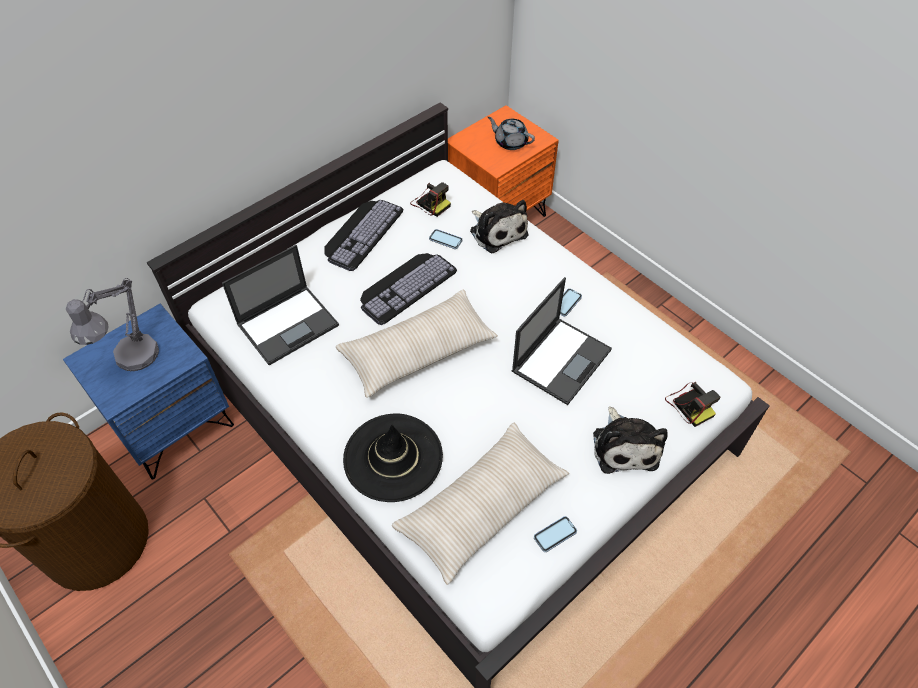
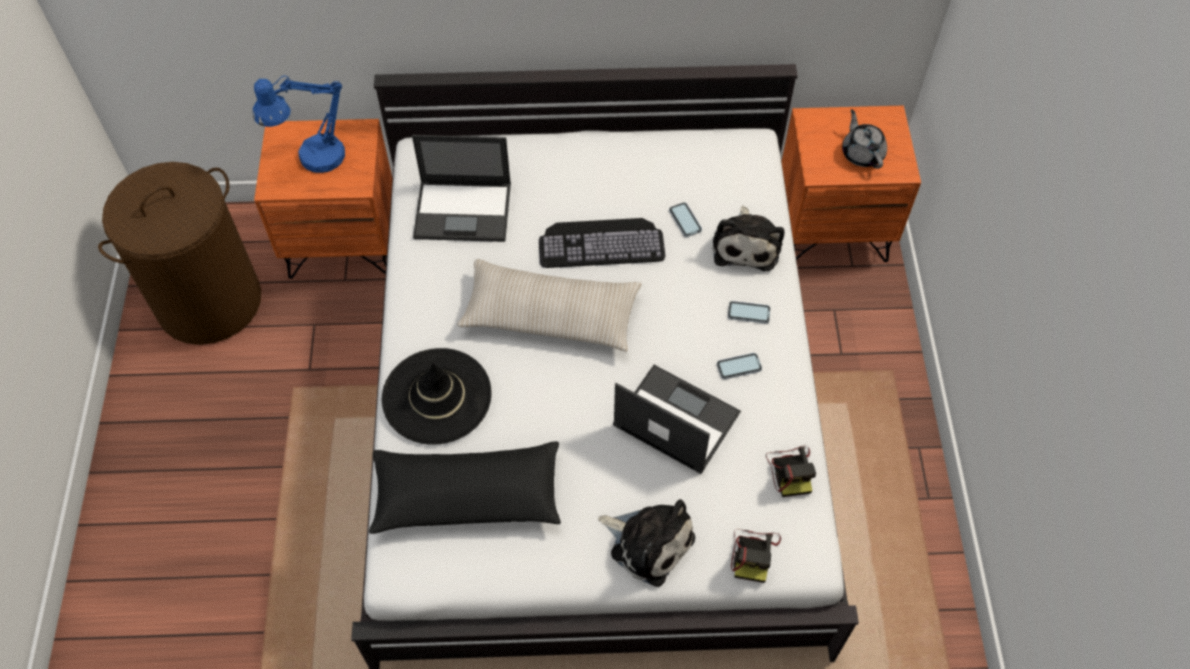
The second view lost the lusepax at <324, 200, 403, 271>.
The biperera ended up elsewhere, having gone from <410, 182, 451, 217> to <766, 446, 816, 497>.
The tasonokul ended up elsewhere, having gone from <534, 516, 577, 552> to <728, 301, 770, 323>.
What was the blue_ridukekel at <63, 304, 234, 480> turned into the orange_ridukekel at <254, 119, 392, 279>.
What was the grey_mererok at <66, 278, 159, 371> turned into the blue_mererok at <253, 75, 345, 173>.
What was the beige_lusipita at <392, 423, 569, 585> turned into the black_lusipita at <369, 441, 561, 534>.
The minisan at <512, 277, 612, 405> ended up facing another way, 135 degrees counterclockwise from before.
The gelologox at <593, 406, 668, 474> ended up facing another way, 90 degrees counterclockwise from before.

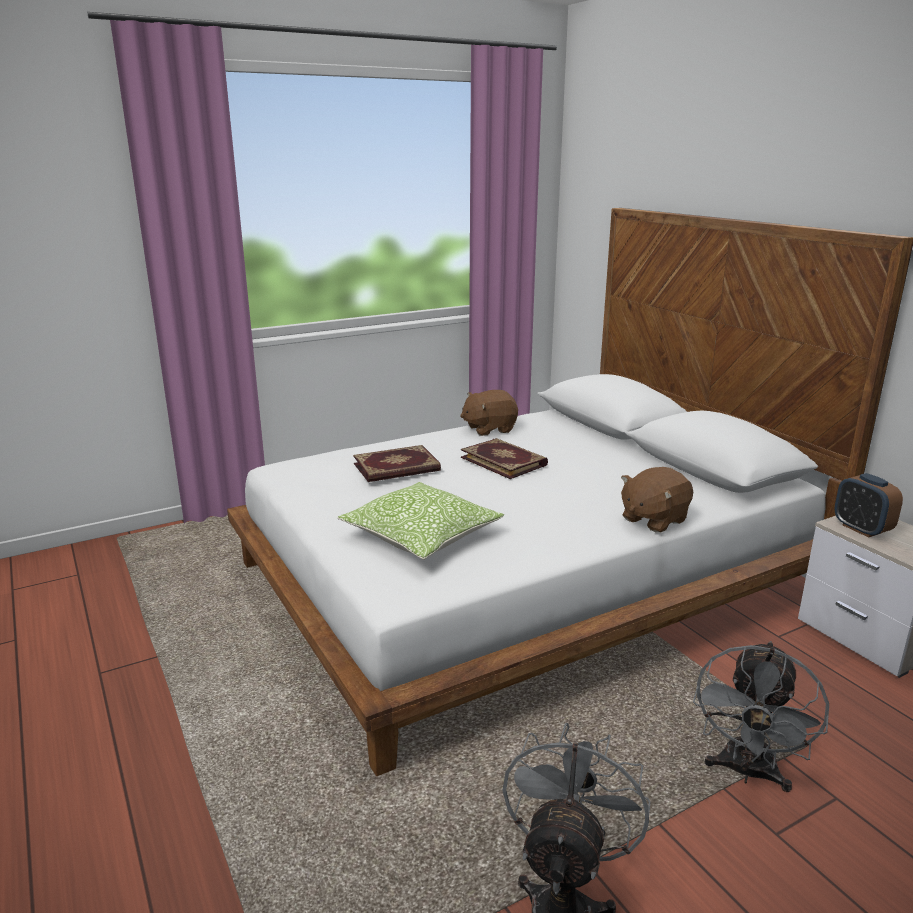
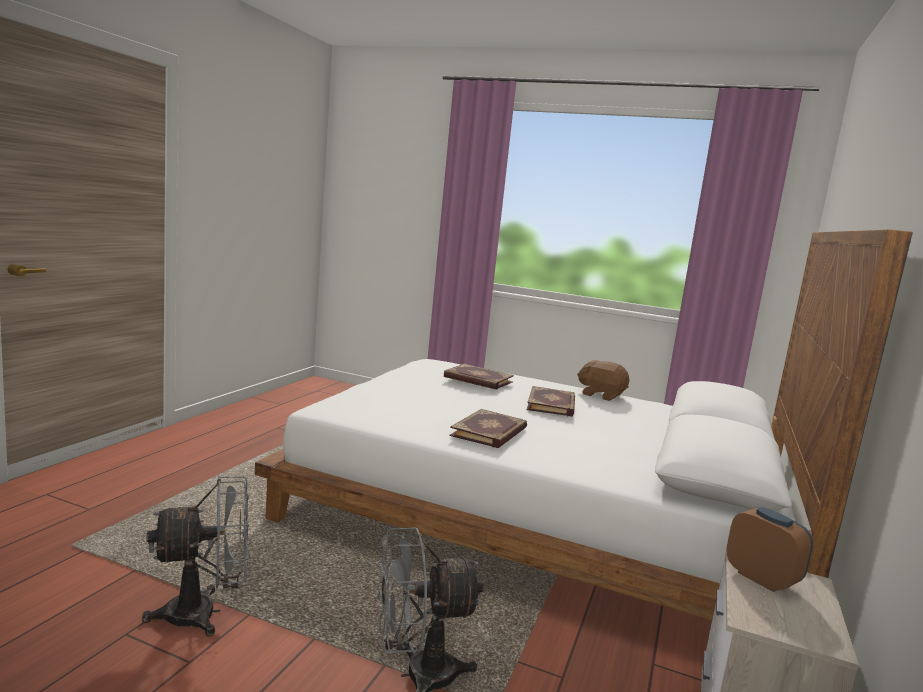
The second view lost the lusipita at <337, 482, 504, 560>.
The second view lost the brown_gelologox at <621, 467, 693, 533>.
The second view gained the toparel at <450, 409, 527, 448>.
The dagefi at <834, 473, 903, 537> ended up facing another way, 120 degrees clockwise from before.

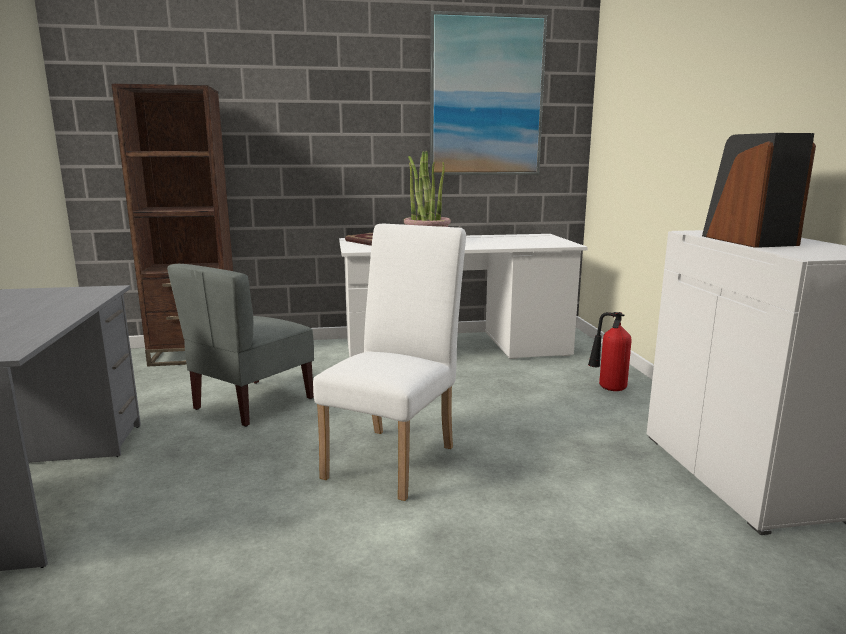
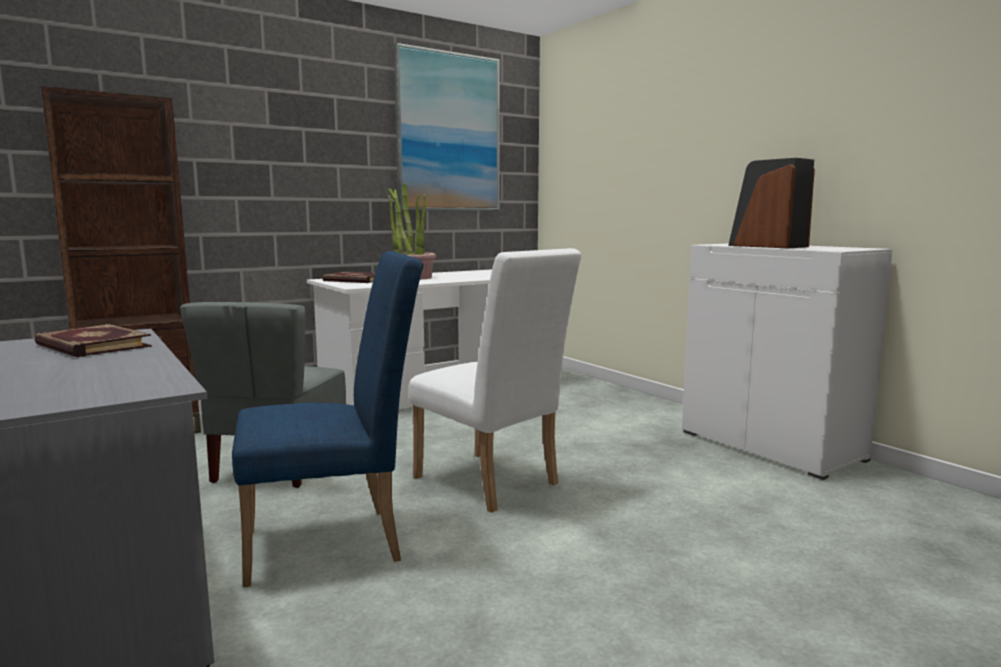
The second view lost the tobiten at <588, 312, 631, 391>.
The second view gained the toparel at <35, 324, 152, 357>.
The second view gained the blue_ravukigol at <232, 251, 423, 587>.
The white_ravukigol at <313, 224, 466, 501> ended up facing another way, 135 degrees clockwise from before.

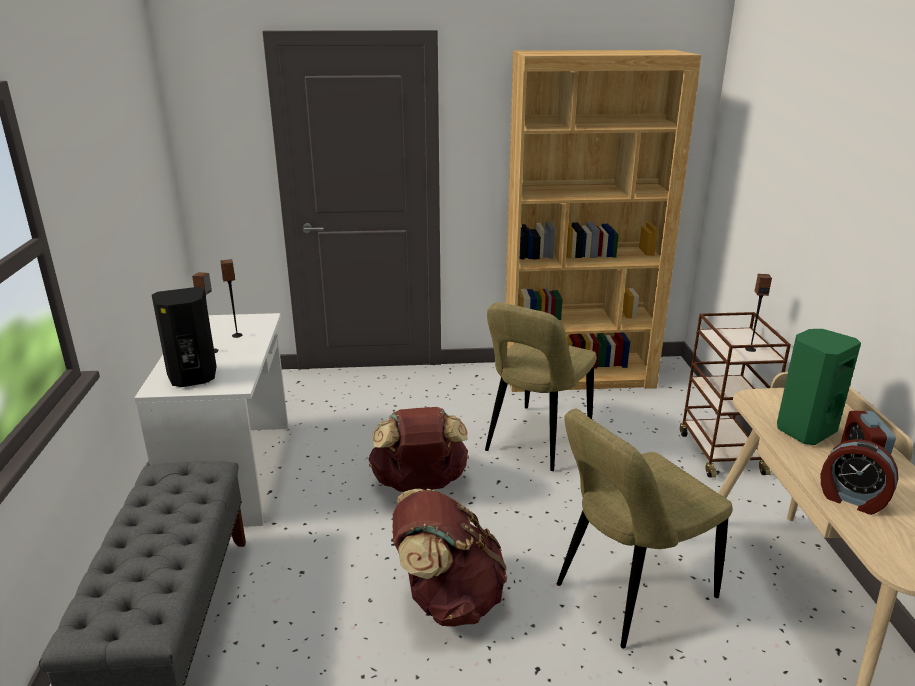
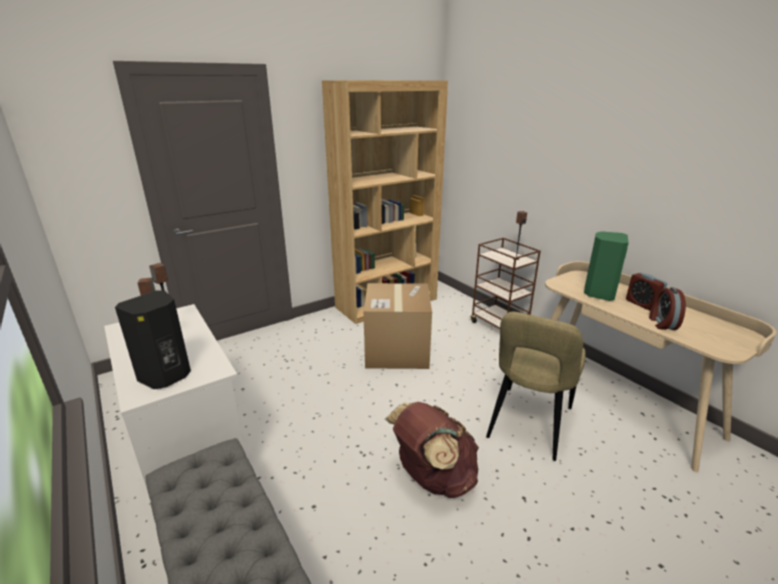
The second view lost the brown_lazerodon at <368, 407, 469, 492>.
Where the beige_ravukigol stood at <485, 302, 597, 471>, the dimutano came to stand at <363, 283, 432, 369>.
The dagefi at <821, 439, 898, 515> ended up facing another way, 90 degrees clockwise from before.

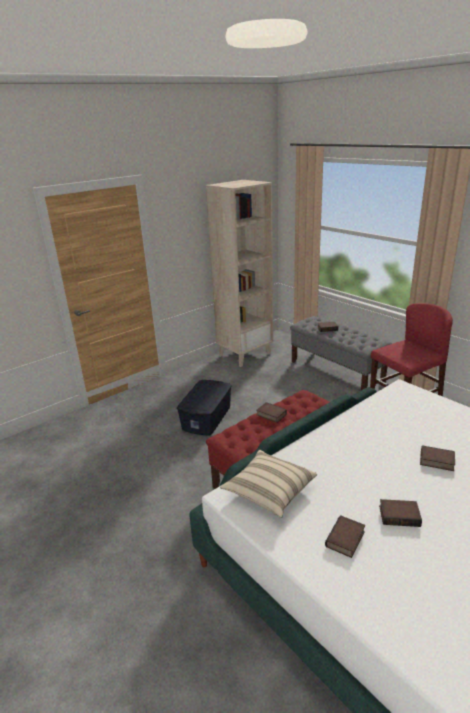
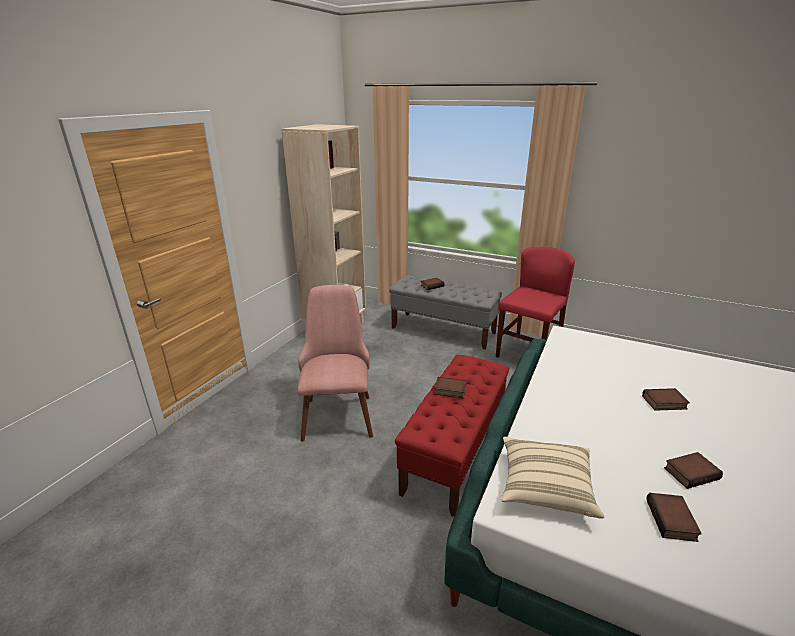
Where the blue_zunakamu stood at <177, 380, 232, 435>, the pink_ravukigol came to stand at <297, 285, 373, 442>.

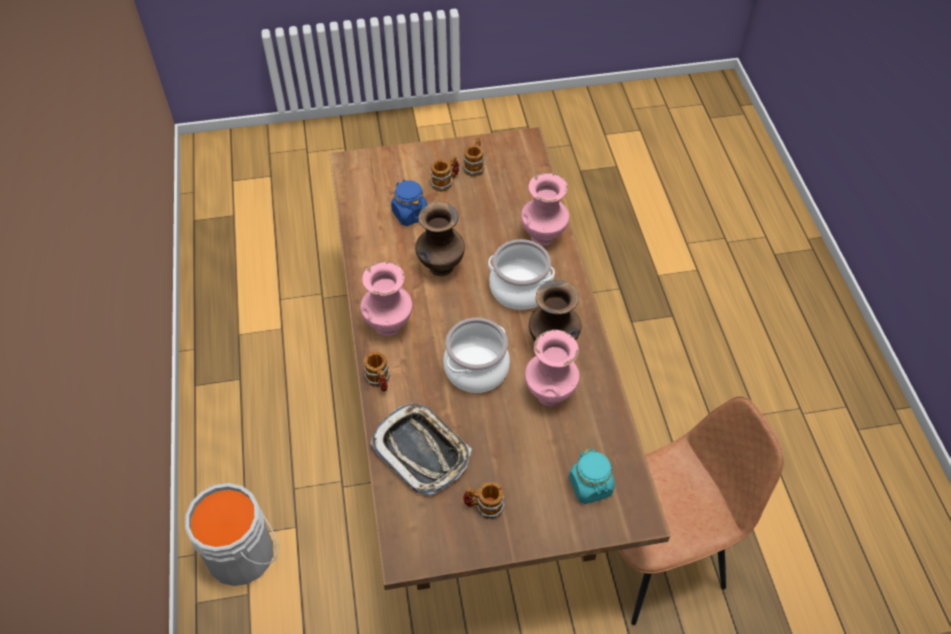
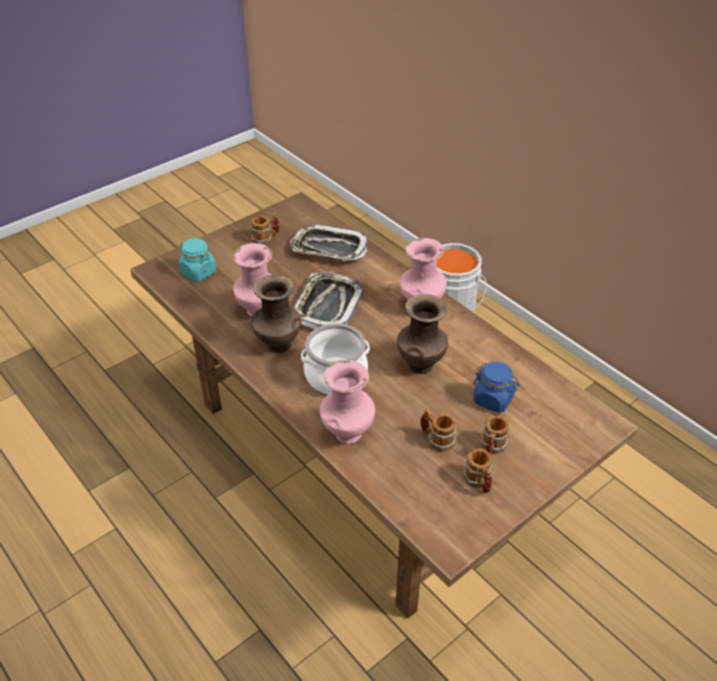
The second view lost the brown_ravukigol at <618, 396, 784, 625>.
The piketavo ended up elsewhere, having gone from <363, 351, 390, 392> to <420, 408, 456, 452>.
Where the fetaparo stood at <443, 318, 510, 393>, the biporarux came to stand at <293, 272, 363, 329>.

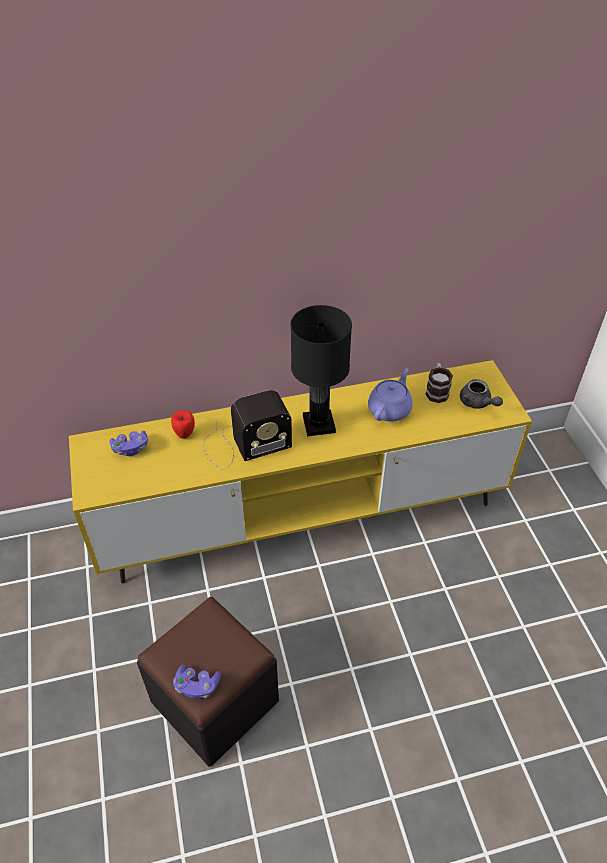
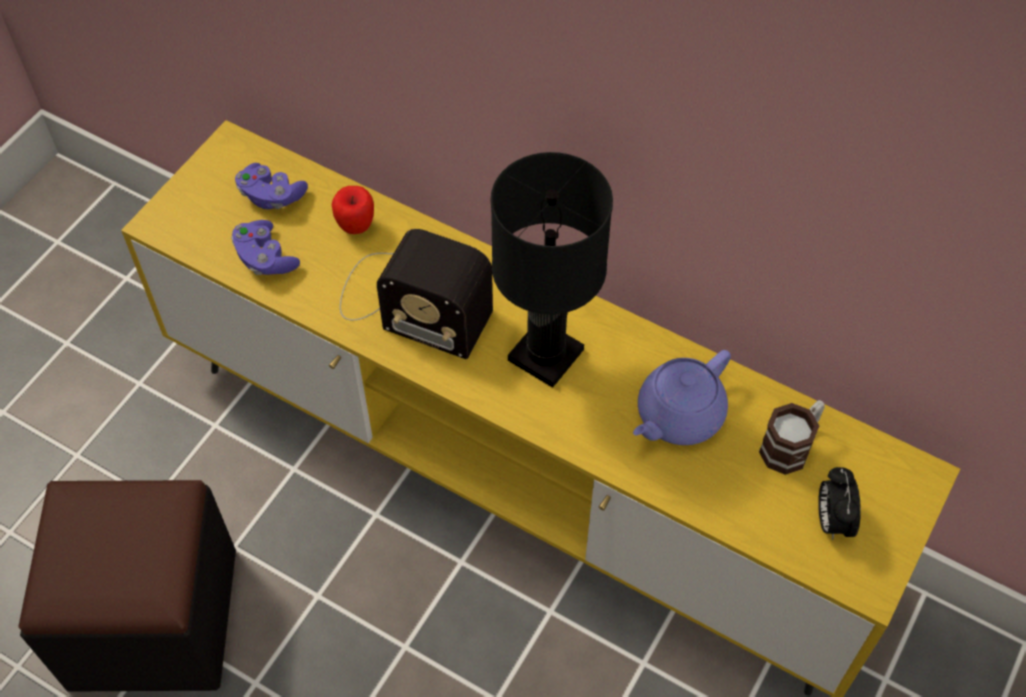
The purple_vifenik ended up elsewhere, having gone from <173, 665, 221, 699> to <231, 220, 300, 275>.
Where the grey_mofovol stood at <460, 379, 503, 409>, the dagefi came to stand at <818, 467, 861, 540>.
The purple_mofovol at <368, 368, 413, 421> ended up facing another way, 150 degrees clockwise from before.

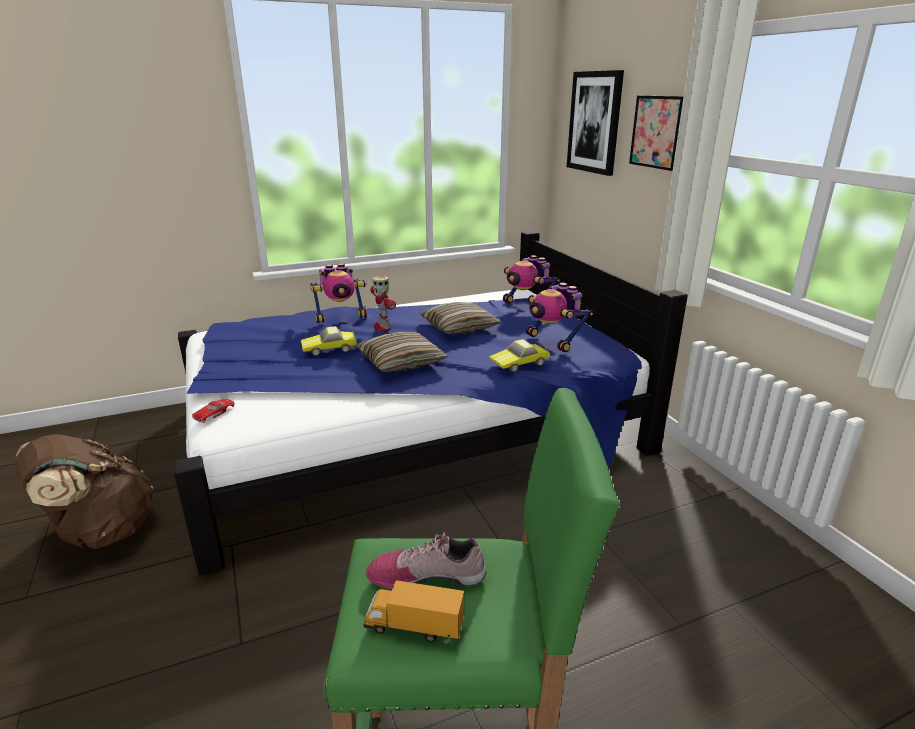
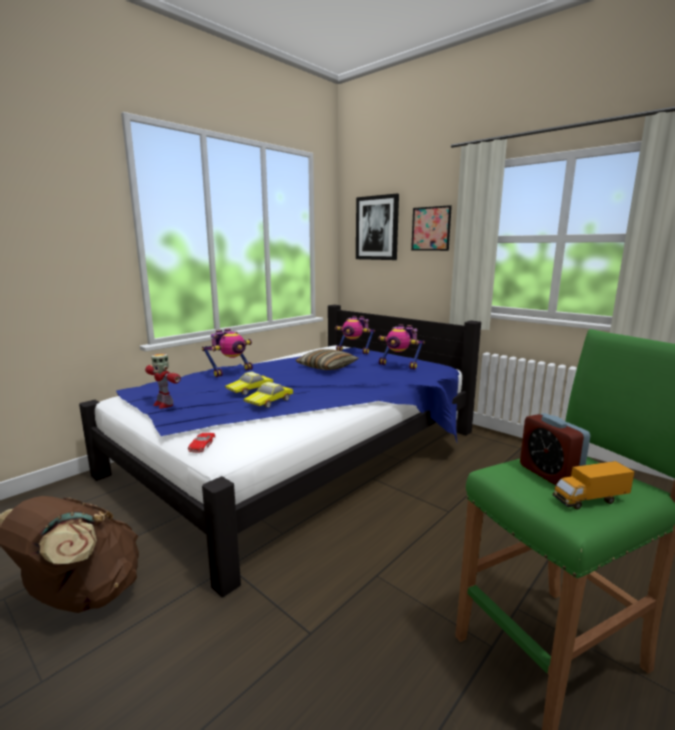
The second view lost the lusipita at <356, 332, 448, 372>.
The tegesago ended up elsewhere, having gone from <371, 276, 396, 332> to <145, 354, 181, 408>.
The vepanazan ended up elsewhere, having gone from <489, 339, 550, 372> to <243, 382, 293, 408>.
Where the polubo stood at <366, 533, 487, 589>, the dagefi came to stand at <520, 413, 590, 485>.

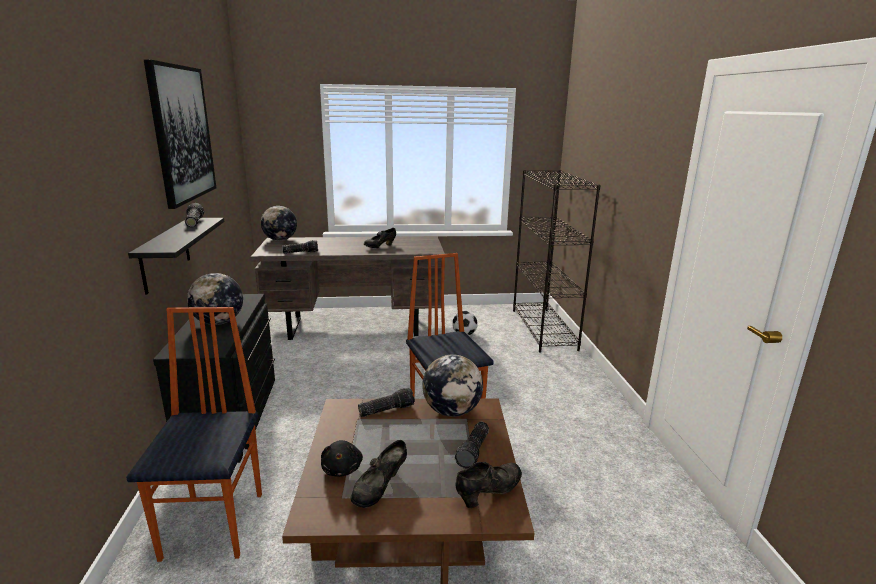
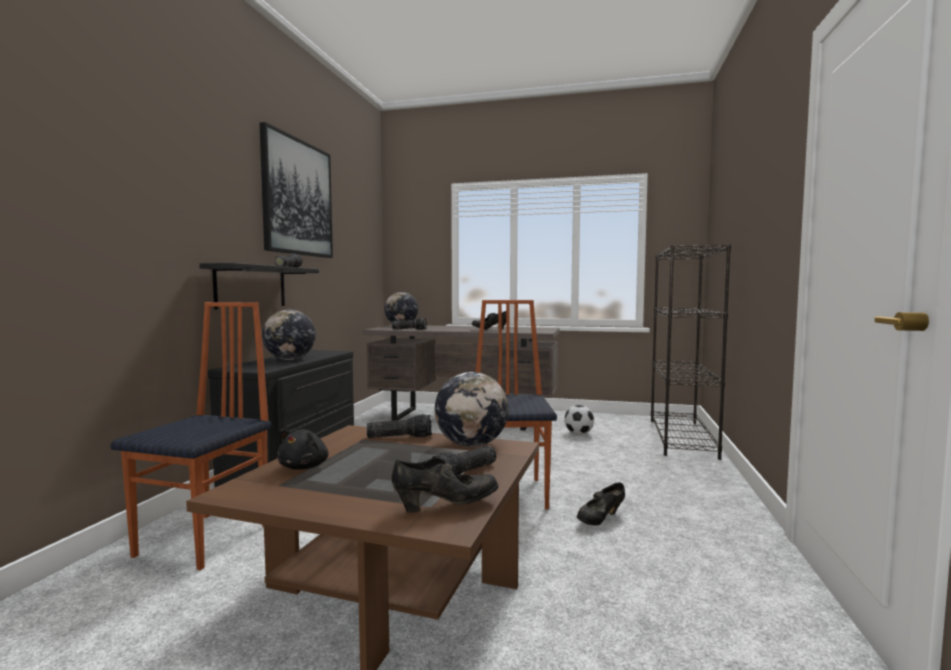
The black_polubo ended up elsewhere, having gone from <351, 440, 407, 508> to <577, 482, 625, 525>.

